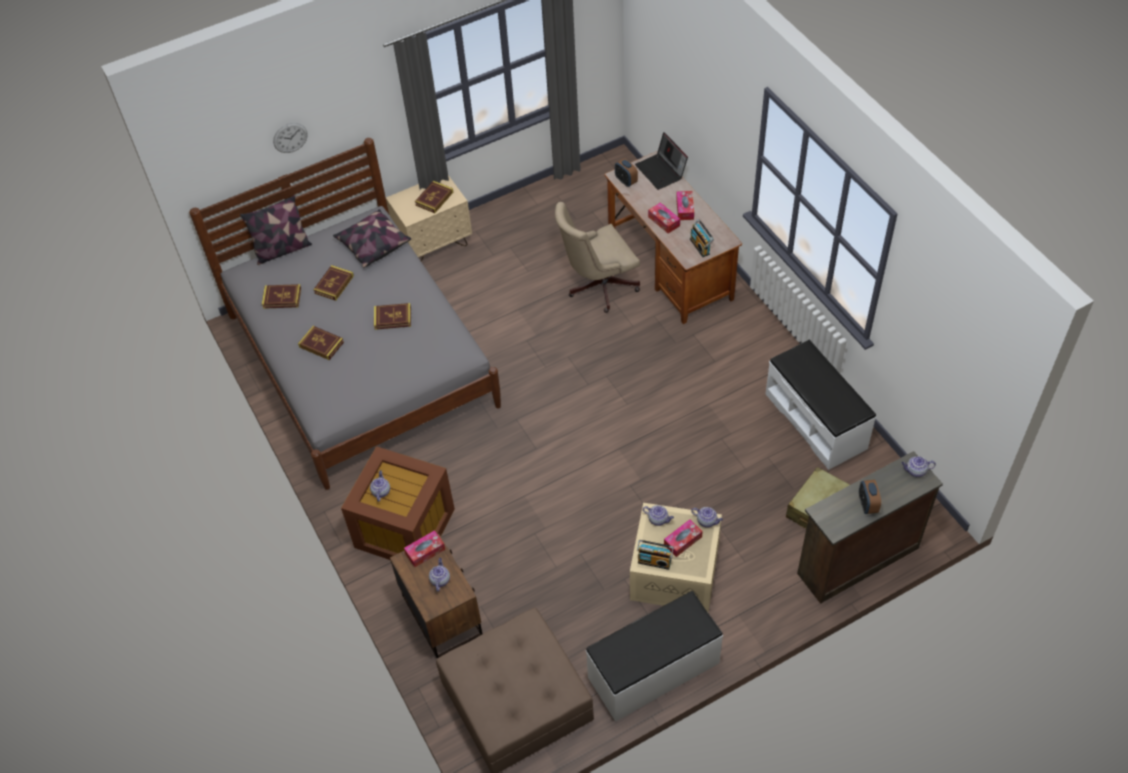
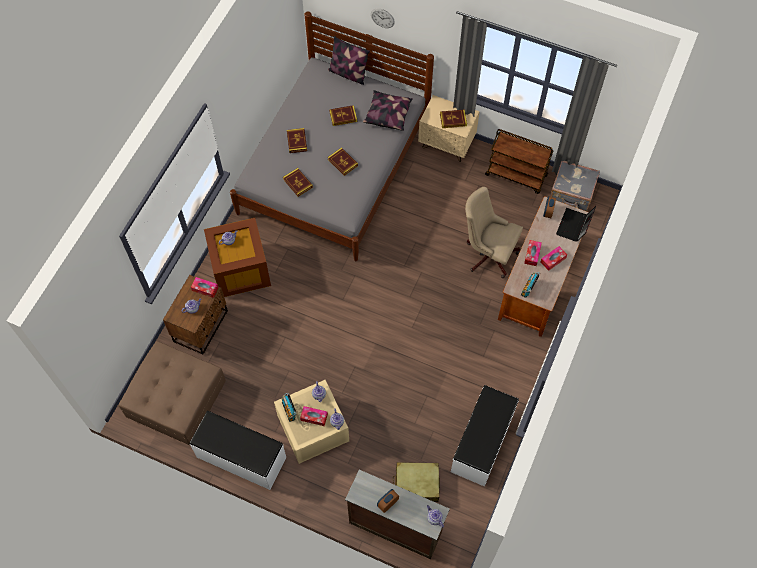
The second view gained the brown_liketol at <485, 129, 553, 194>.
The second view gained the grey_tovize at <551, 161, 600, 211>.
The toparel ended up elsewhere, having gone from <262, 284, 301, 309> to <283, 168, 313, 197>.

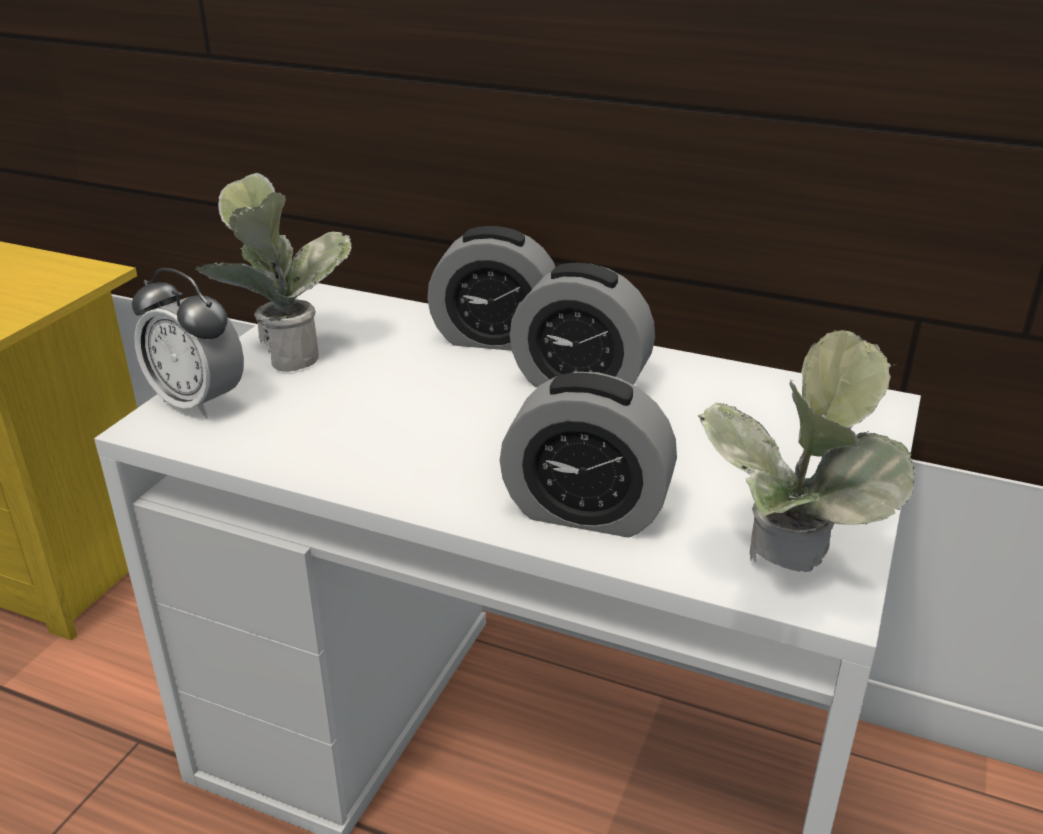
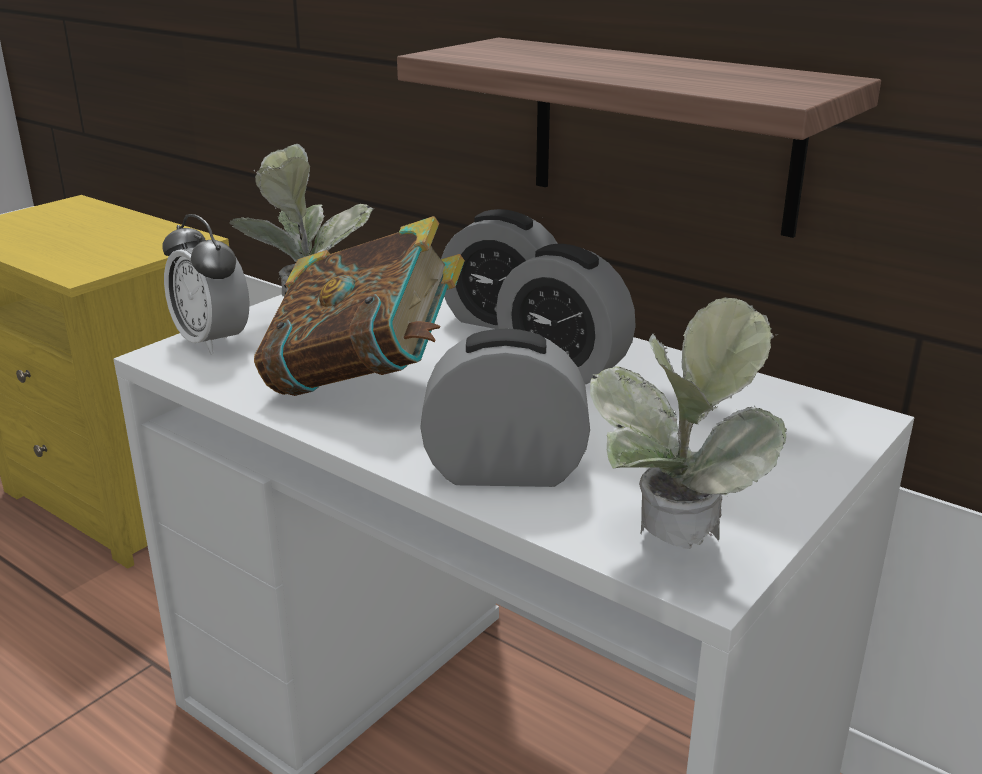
The second view gained the toparel at <254, 216, 465, 396>.
The second view gained the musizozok at <397, 38, 881, 238>.
The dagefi at <499, 372, 677, 537> ended up facing another way, 150 degrees clockwise from before.

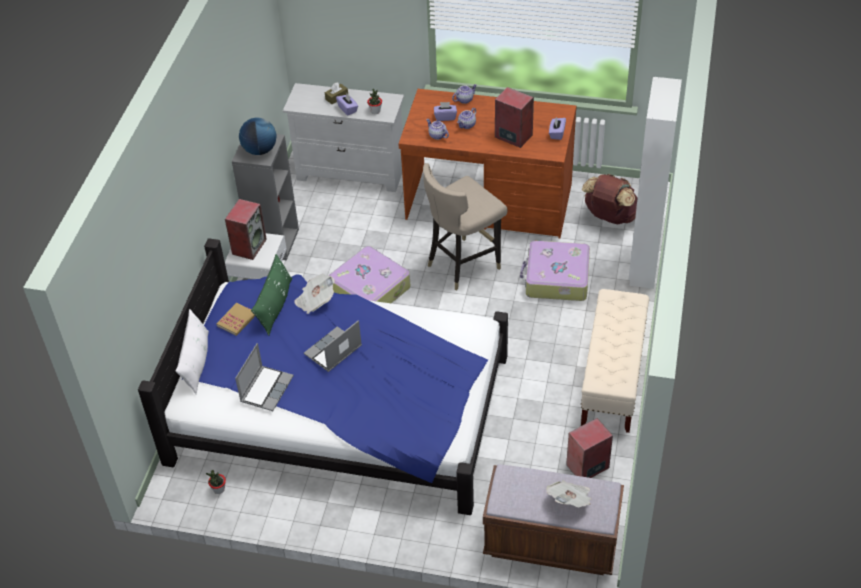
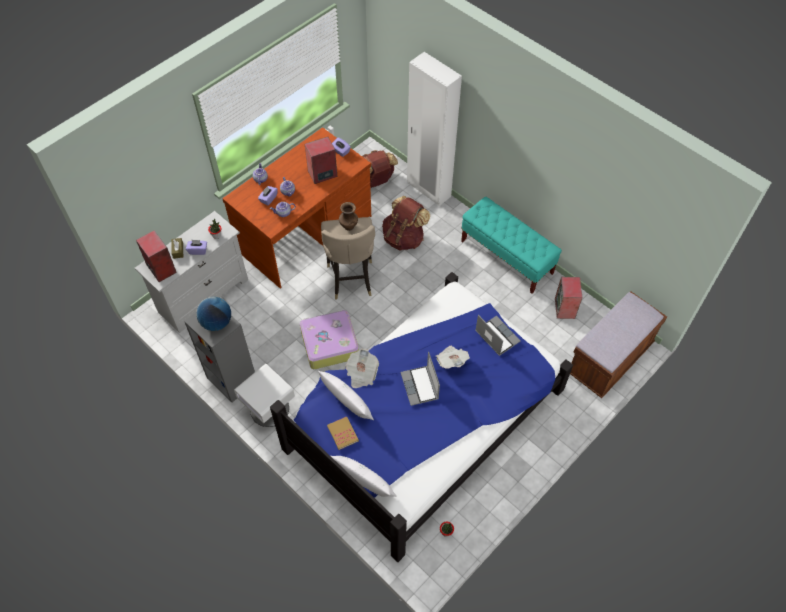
The second view gained the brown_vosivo at <339, 202, 358, 231>.
The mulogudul ended up elsewhere, having gone from <225, 199, 267, 260> to <136, 230, 177, 282>.
The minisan ended up elsewhere, having gone from <235, 343, 294, 411> to <475, 315, 521, 356>.
The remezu ended up elsewhere, having gone from <546, 480, 591, 507> to <436, 346, 470, 369>.
Where the tovize stood at <520, 241, 590, 301>, the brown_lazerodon came to stand at <382, 196, 430, 251>.
What was the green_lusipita at <251, 254, 292, 336> turned into the white_lusipita at <318, 371, 374, 420>.
What was the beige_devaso at <581, 289, 649, 433> turned into the turquoise_devaso at <461, 197, 562, 294>.

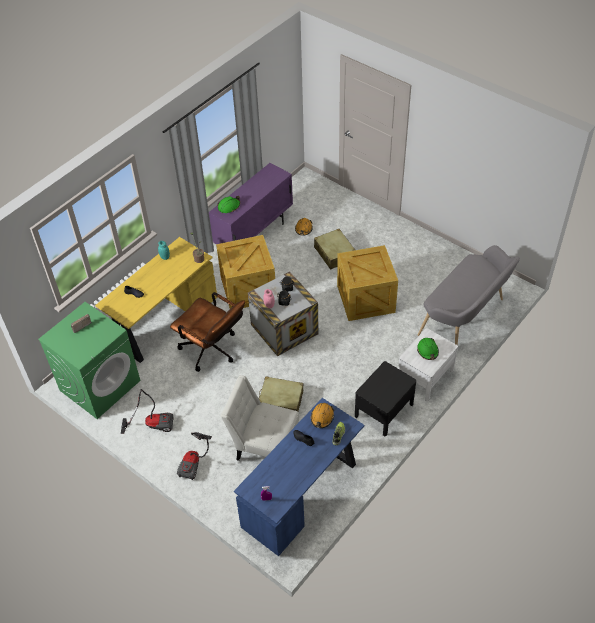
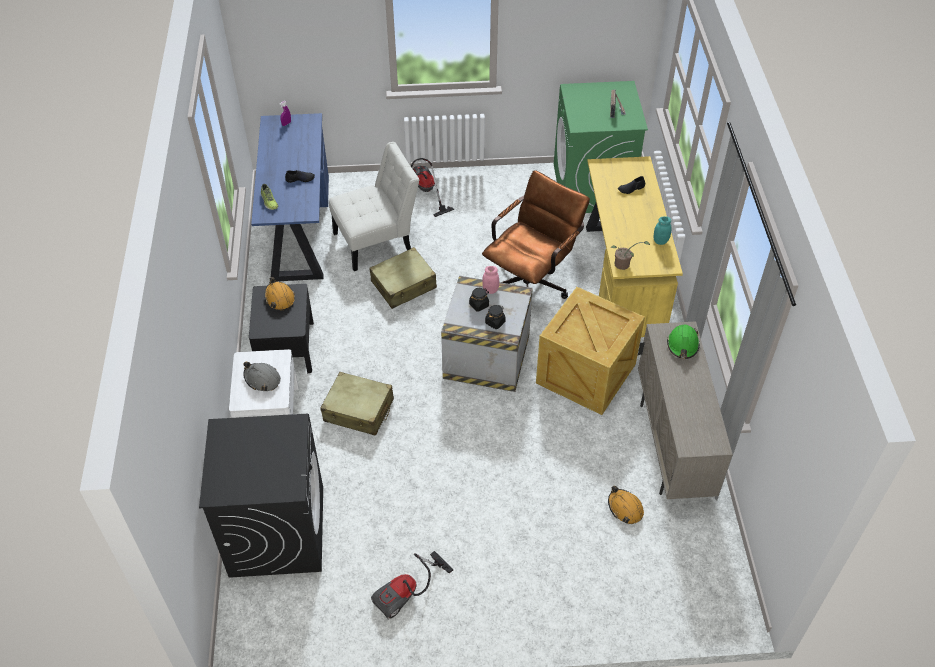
The second view lost the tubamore at <337, 245, 398, 321>.
The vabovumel ended up elsewhere, having gone from <121, 389, 174, 434> to <371, 551, 453, 618>.
The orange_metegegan ended up elsewhere, having gone from <311, 403, 334, 428> to <264, 277, 295, 311>.
The beige_tovize ended up elsewhere, having gone from <314, 229, 355, 270> to <320, 372, 394, 436>.
Where the grey_devaso stood at <418, 245, 520, 345>, the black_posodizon came to stand at <199, 414, 323, 578>.
What was the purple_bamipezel at <209, 163, 293, 244> turned into the beige_bamipezel at <638, 321, 733, 499>.
What was the green_metegegan at <417, 338, 439, 360> turned into the grey_metegegan at <243, 362, 281, 391>.
The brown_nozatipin at <170, 292, 245, 372> ended up facing another way, 135 degrees clockwise from before.

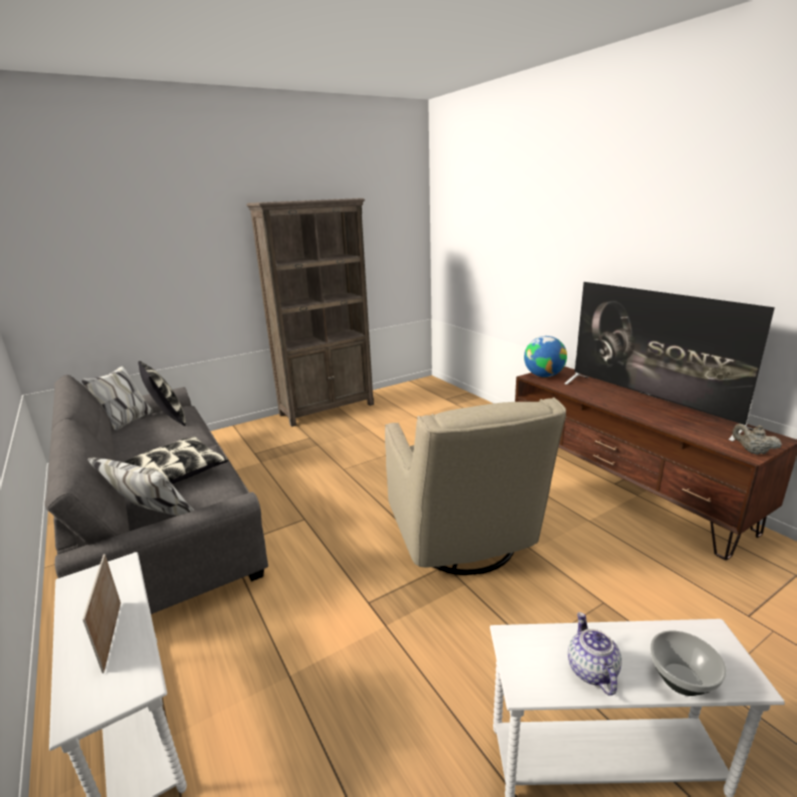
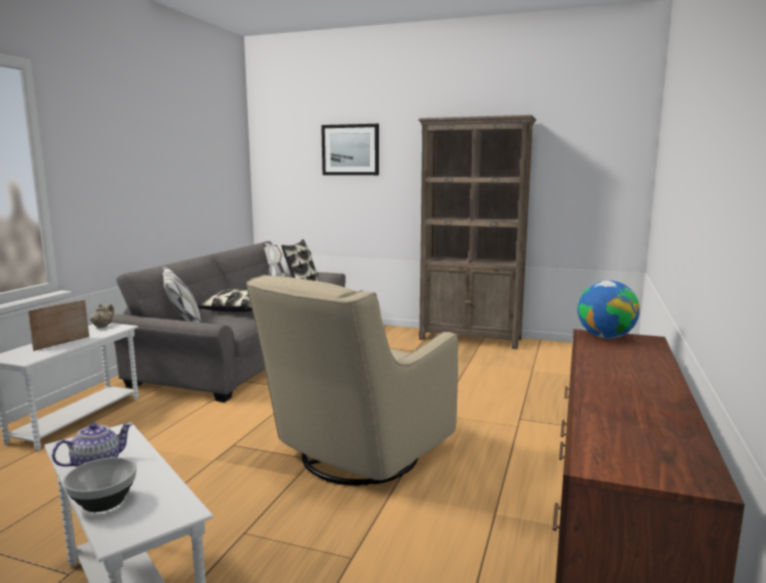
The second view lost the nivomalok at <564, 282, 775, 441>.
The second view gained the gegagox at <321, 124, 379, 175>.
The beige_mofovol ended up elsewhere, having gone from <732, 424, 782, 455> to <90, 303, 114, 328>.

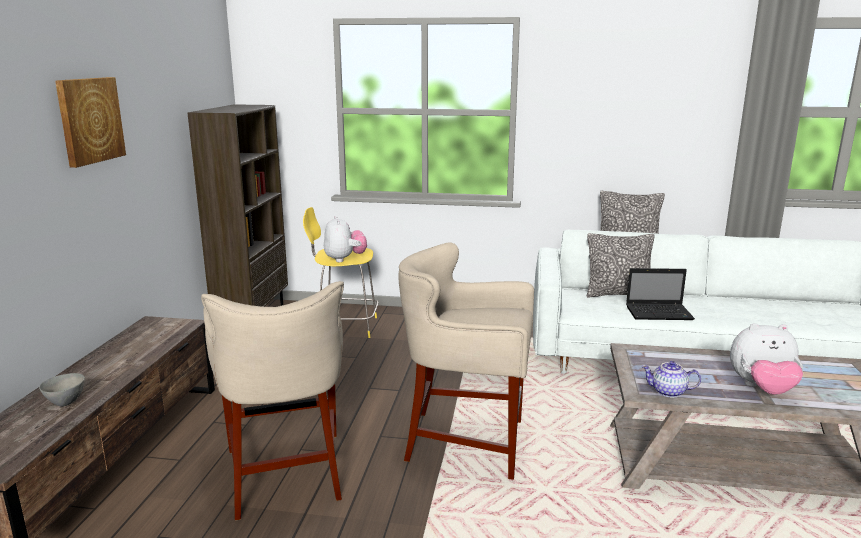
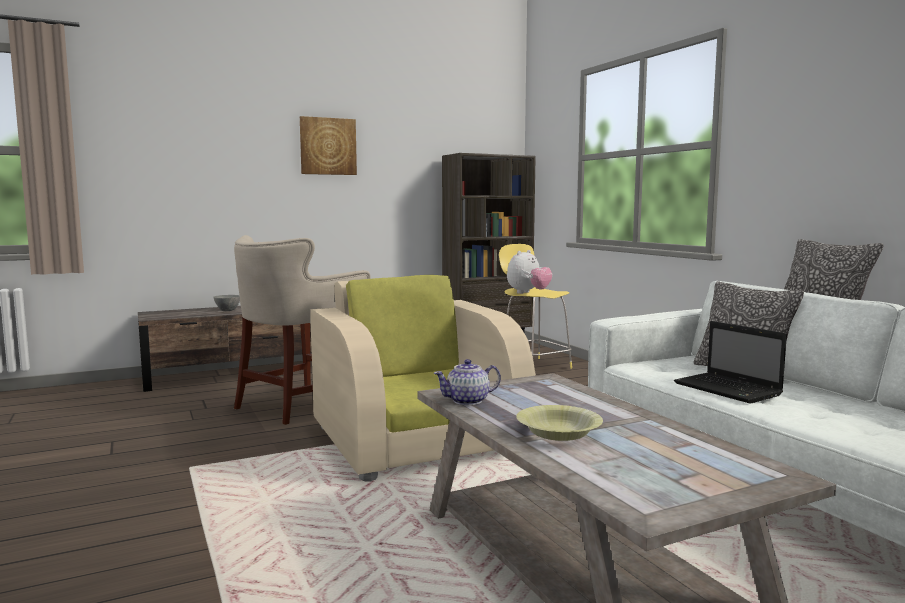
Where the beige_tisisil stood at <398, 242, 534, 480>, the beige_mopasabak came to stand at <311, 275, 536, 481>.
Where the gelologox stood at <730, 323, 803, 395>, the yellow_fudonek came to stand at <516, 405, 603, 441>.
The mofovol at <642, 361, 701, 398> ended up facing another way, 90 degrees counterclockwise from before.

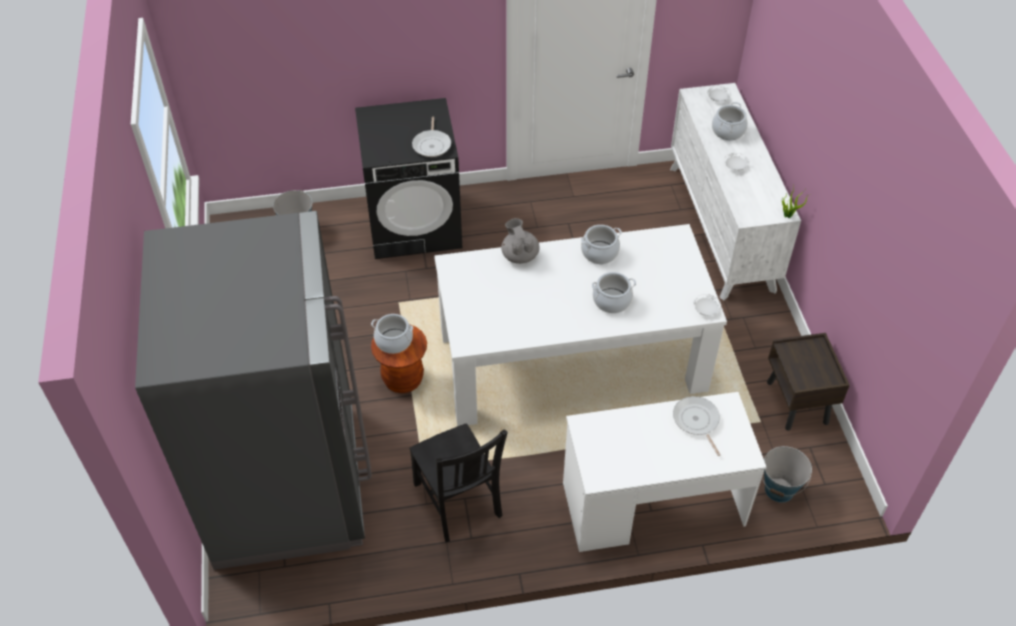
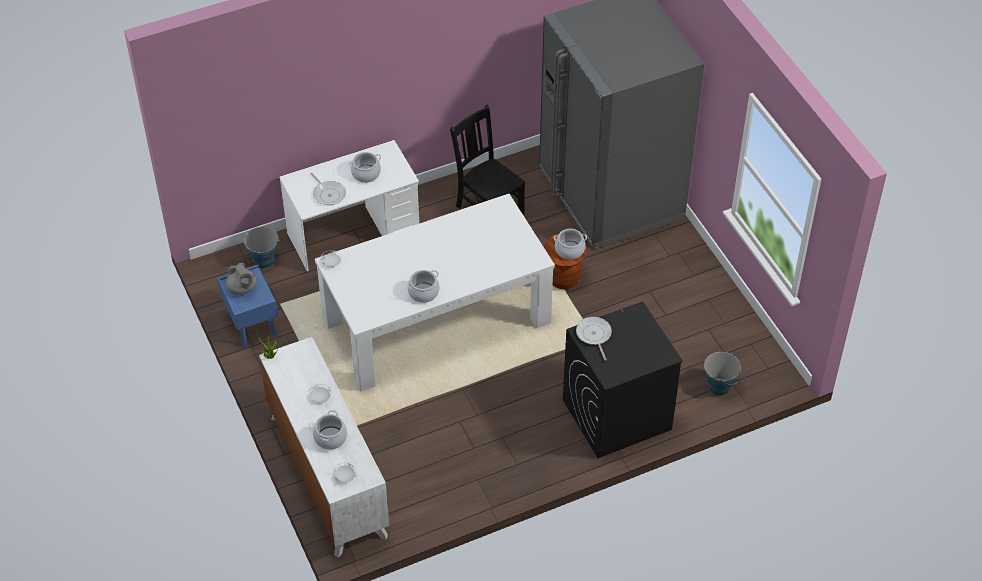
The grey_mofovol ended up elsewhere, having gone from <501, 218, 540, 264> to <226, 263, 257, 295>.
The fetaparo ended up elsewhere, having gone from <592, 272, 636, 313> to <349, 152, 381, 183>.
What was the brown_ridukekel at <767, 333, 850, 431> turned into the blue_ridukekel at <217, 265, 278, 347>.

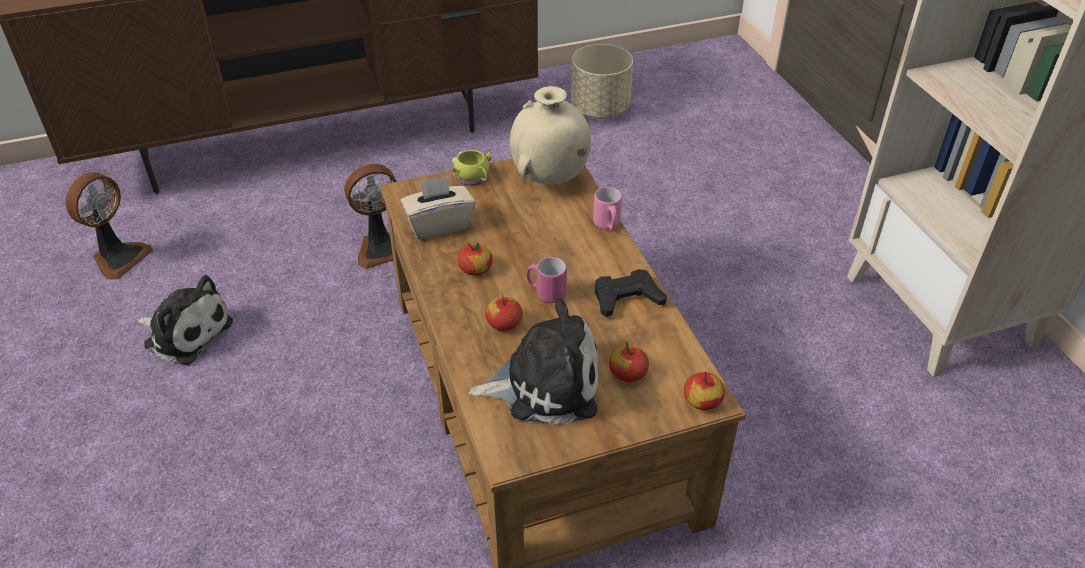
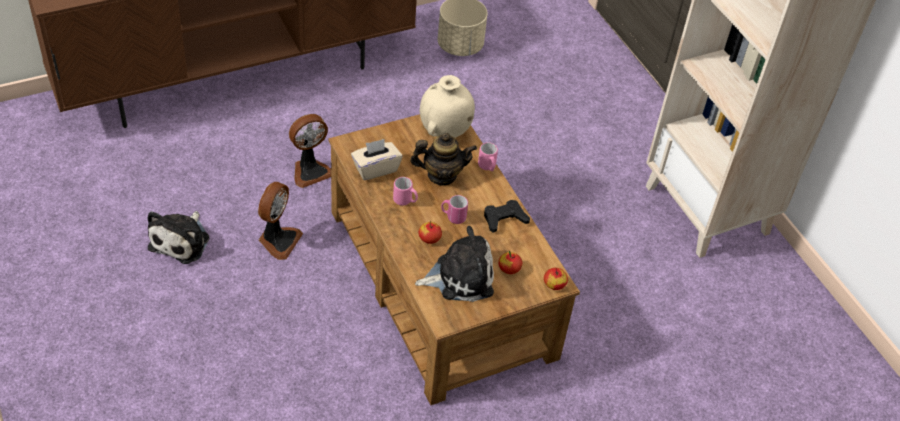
The second view lost the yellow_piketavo at <452, 150, 491, 186>.
The second view gained the mofovol at <410, 133, 477, 185>.
The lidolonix ended up elsewhere, having gone from <65, 172, 153, 280> to <258, 182, 303, 260>.
Where the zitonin stood at <457, 243, 493, 276>, the pink_piketavo came to stand at <393, 177, 418, 206>.
The gelologox at <137, 275, 233, 365> ended up facing another way, 90 degrees clockwise from before.

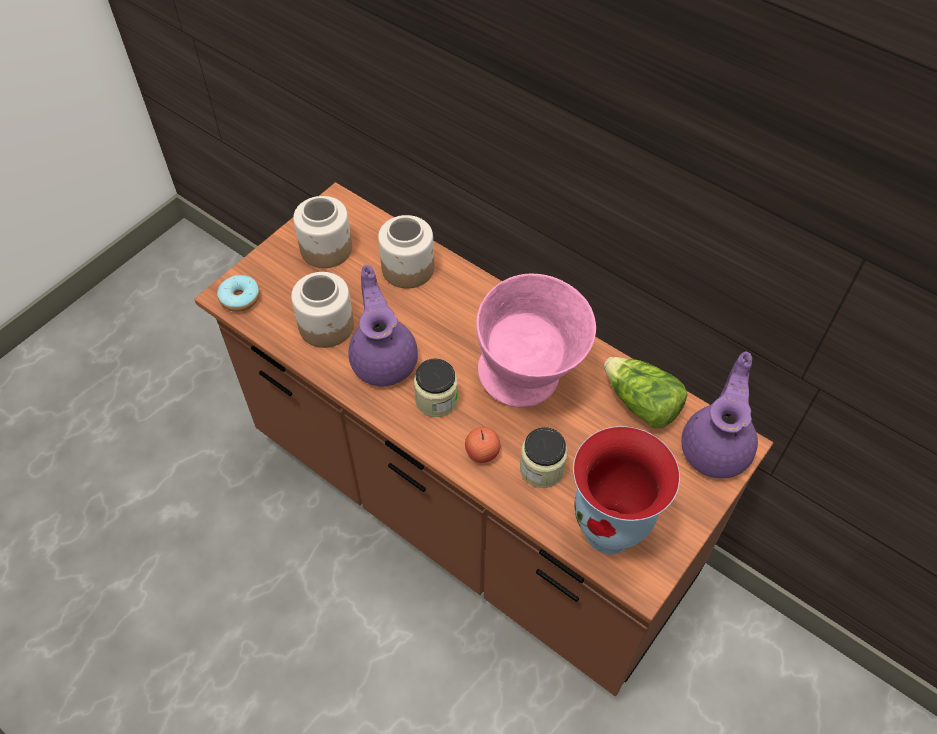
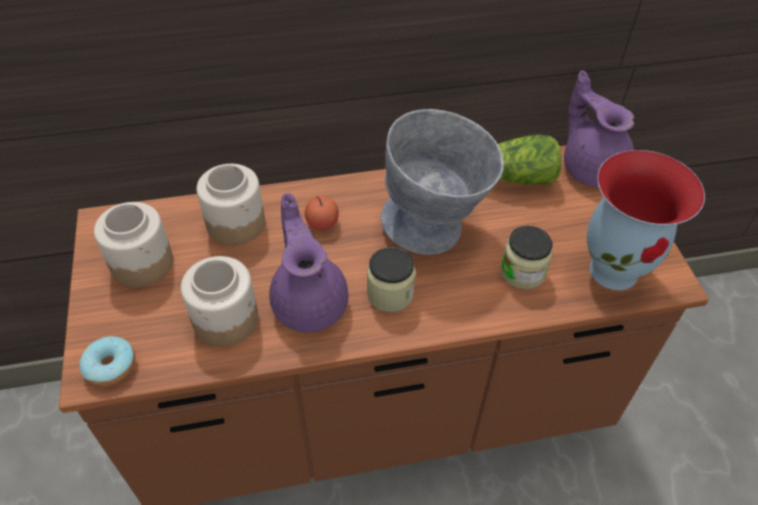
The zitonin ended up elsewhere, having gone from <465, 427, 500, 463> to <305, 196, 339, 230>.
What was the pink_fudonek at <476, 273, 596, 408> turned into the grey_fudonek at <381, 109, 504, 255>.
The purple_mofovol at <348, 265, 418, 386> ended up facing another way, 45 degrees clockwise from before.

